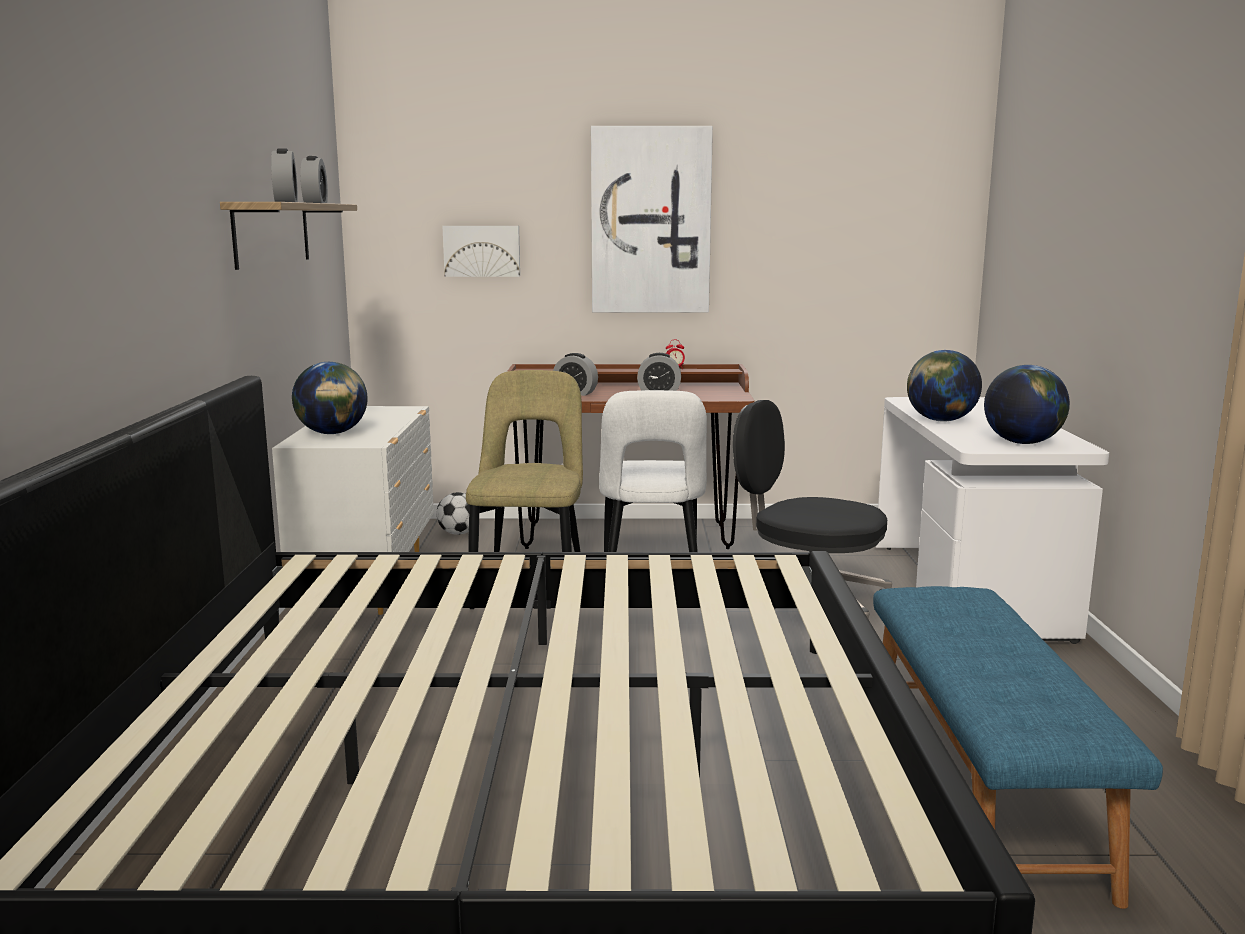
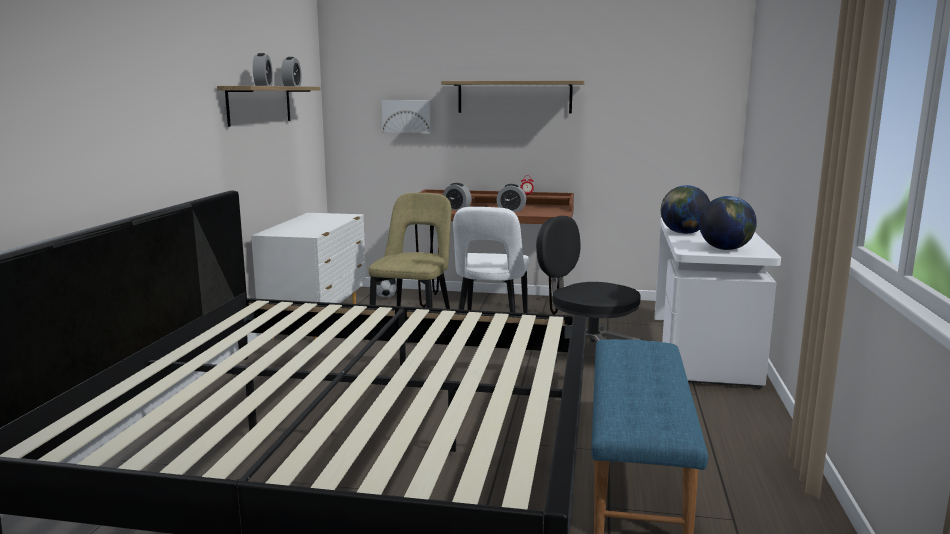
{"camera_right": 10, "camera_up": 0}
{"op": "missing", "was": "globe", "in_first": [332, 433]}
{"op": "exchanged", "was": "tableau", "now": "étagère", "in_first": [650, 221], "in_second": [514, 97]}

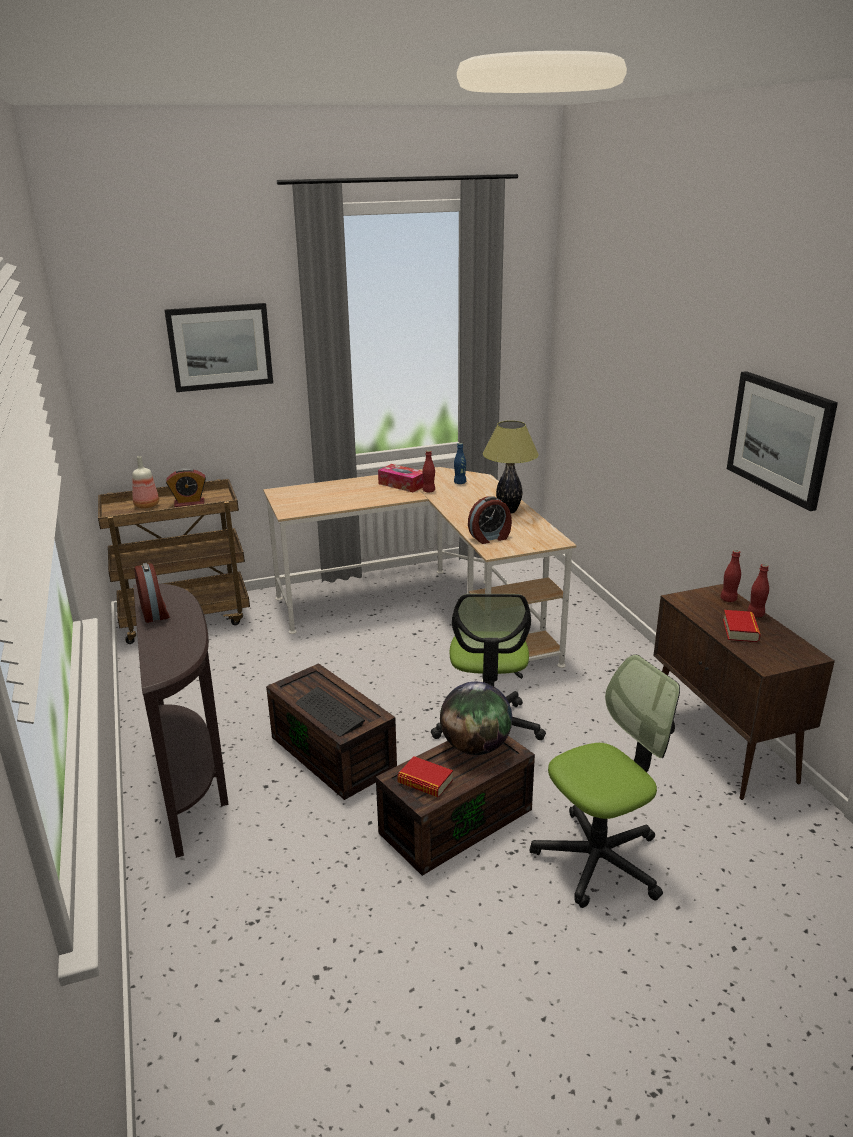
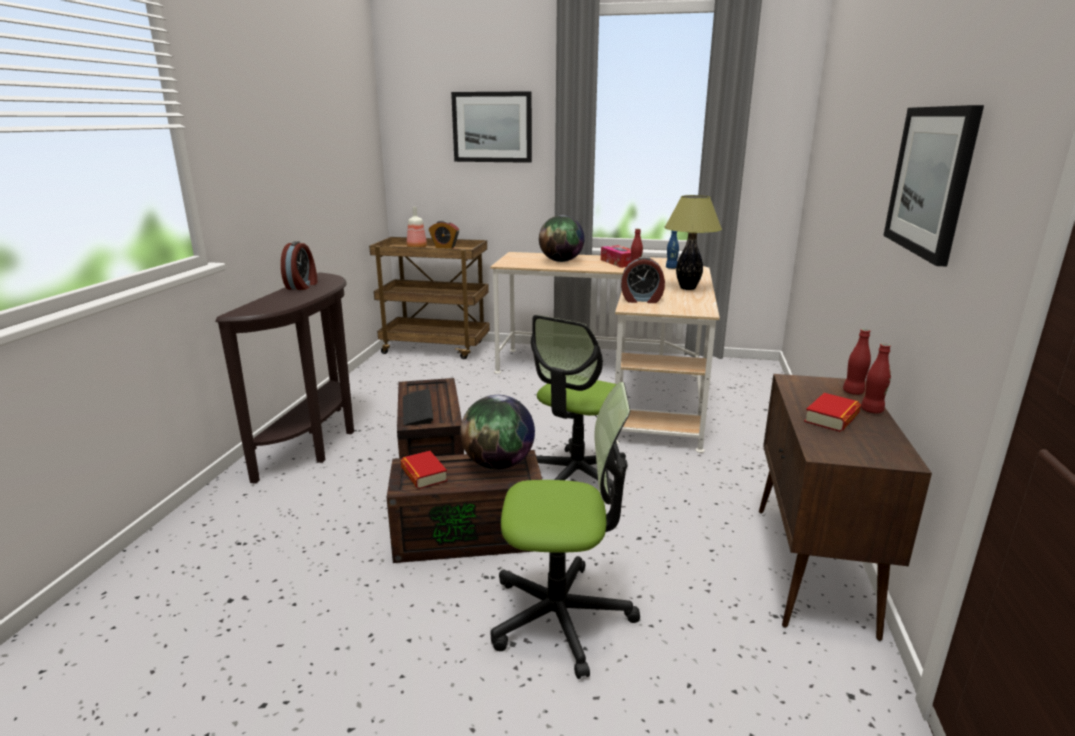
{"camera_right": 30, "camera_up": -5}
{"op": "appeared", "now": "globe", "in_second": [561, 261]}

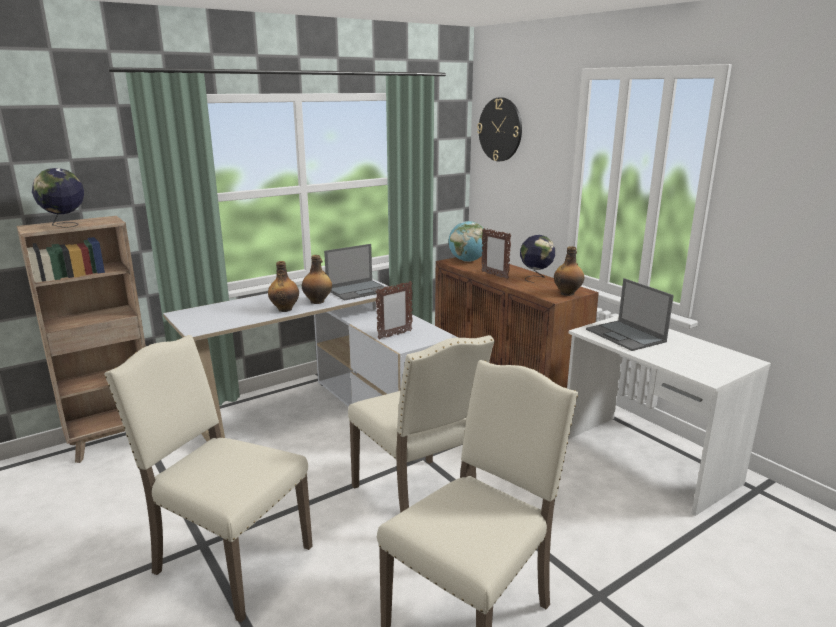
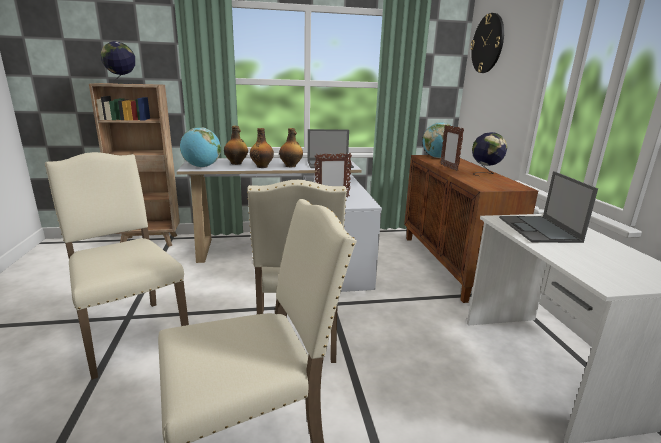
{"camera_right": 25, "camera_up": 0}
{"op": "relocated", "was": "bouteille", "in_first": [568, 293], "in_second": [236, 163]}
{"op": "appeared", "now": "globe", "in_second": [202, 167]}

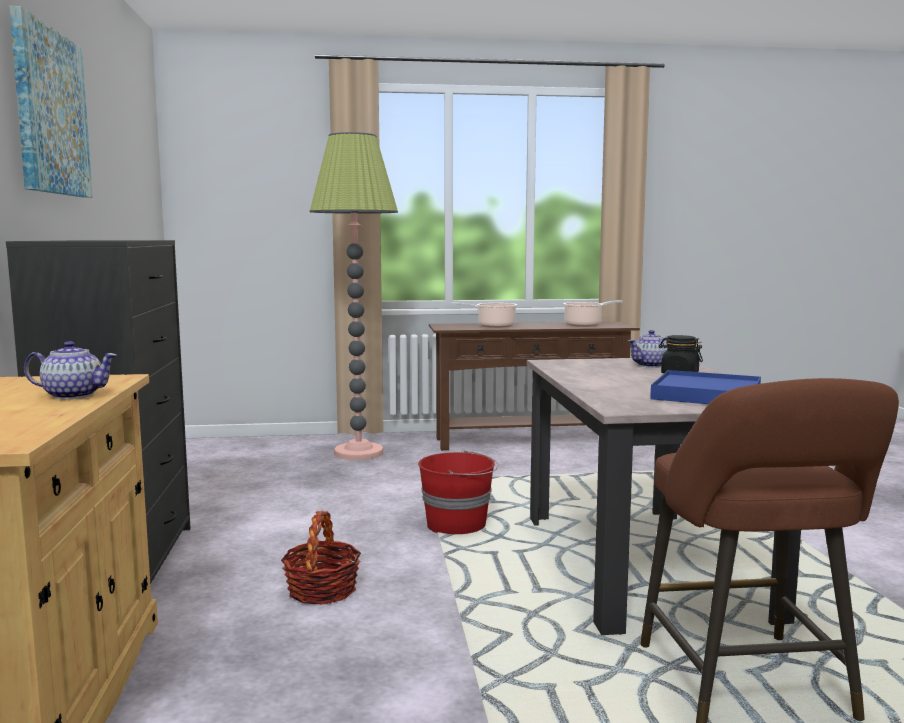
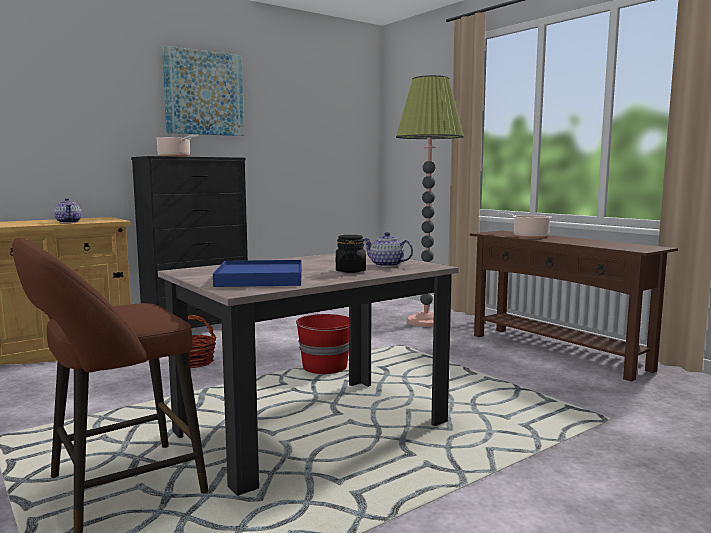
{"camera_right": 60, "camera_up": 0}
{"op": "relocated", "was": "marmite", "in_first": [585, 325], "in_second": [175, 157]}

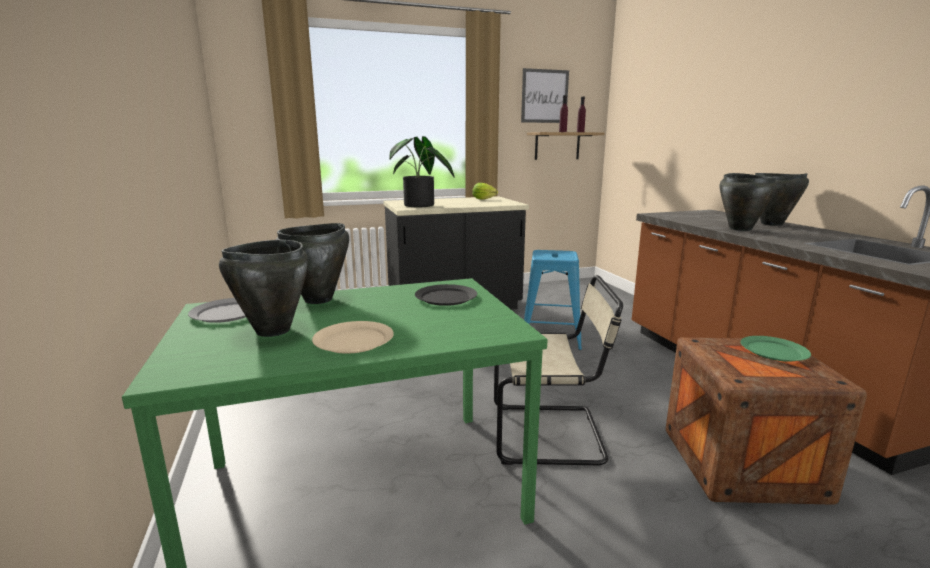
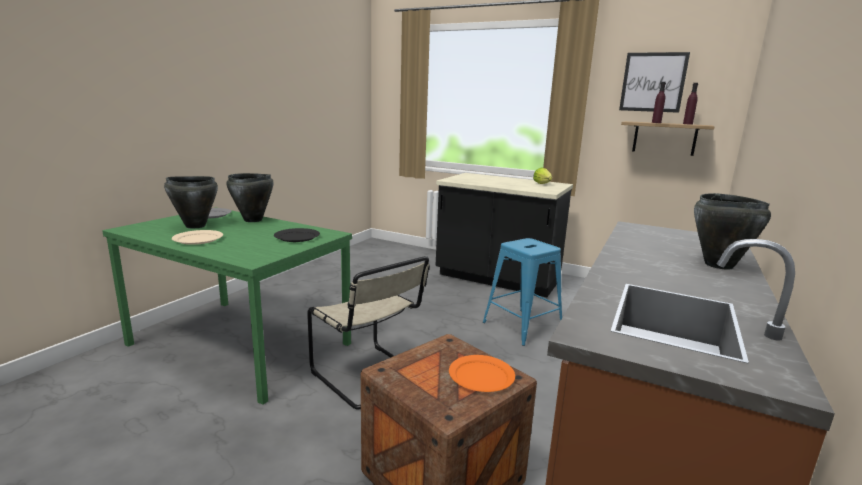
{"camera_right": 45, "camera_up": 0}
{"op": "missing", "was": "plante en pot", "in_first": [420, 206]}
{"op": "missing", "was": "marmite/noir", "in_first": [740, 229]}
{"op": "colour", "was": "assiette/vert", "now": "assiette/orange", "in_first": [773, 351], "in_second": [481, 376]}

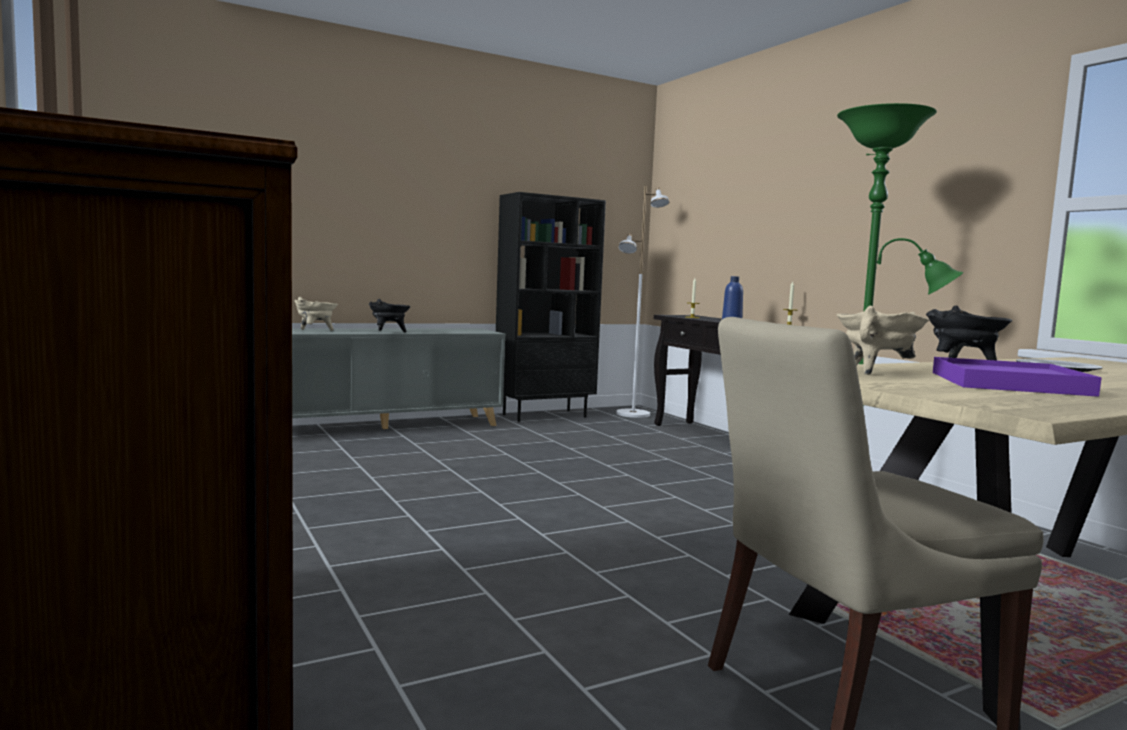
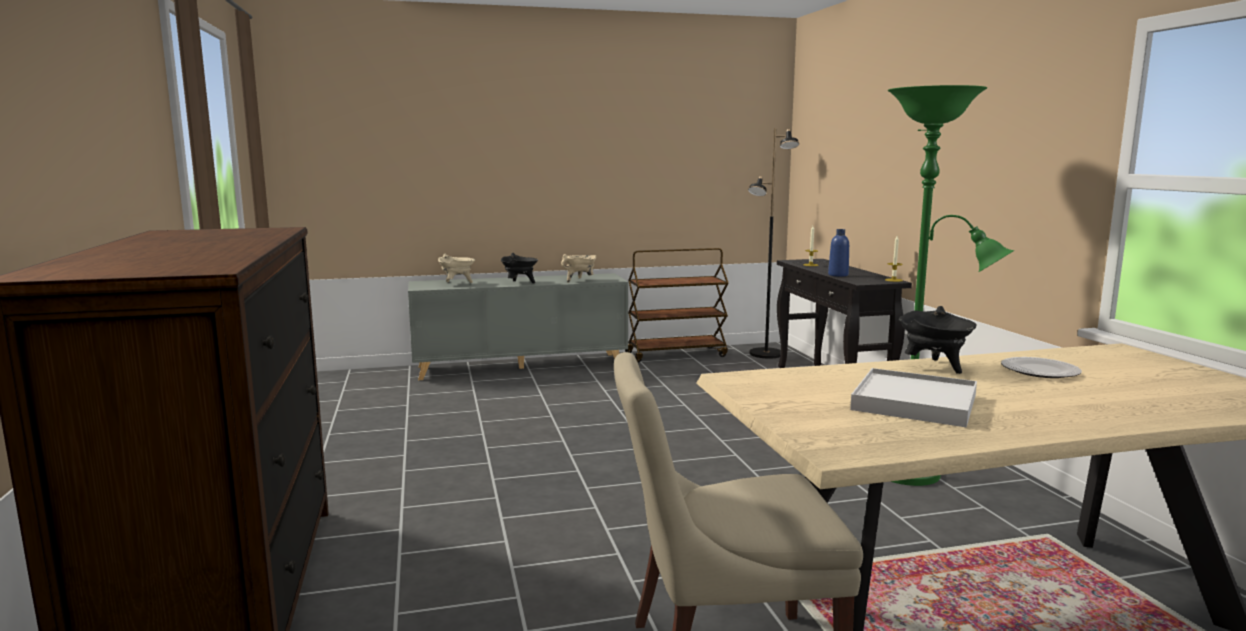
{"camera_right": 15, "camera_up": 5}
{"op": "exchanged", "was": "bibliothèque/noir", "now": "chariot/marron", "in_first": [544, 415], "in_second": [676, 354]}
{"op": "colour", "was": "lampadaire/blanc", "now": "lampadaire/noir", "in_first": [633, 414], "in_second": [766, 354]}
{"op": "relocated", "was": "marmite/beige", "in_first": [875, 371], "in_second": [580, 281]}
{"op": "colour", "was": "plateau/violet", "now": "plateau/blanc", "in_first": [1007, 383], "in_second": [914, 403]}

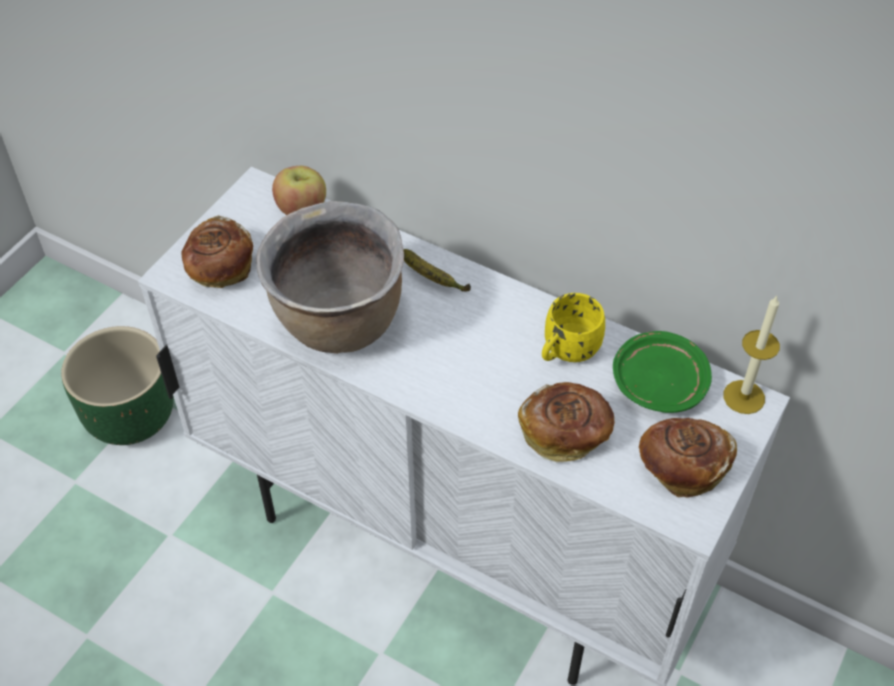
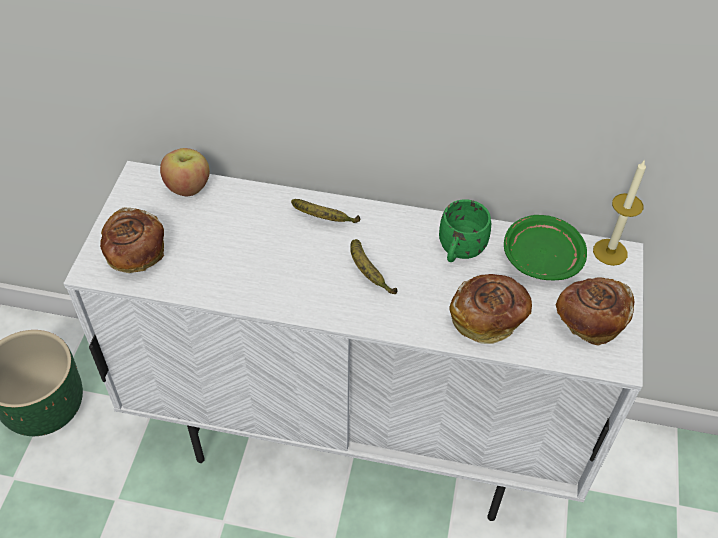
{"camera_right": -20, "camera_up": 0}
{"op": "missing", "was": "marmite/marron", "in_first": [339, 323]}
{"op": "colour", "was": "mug/jaune", "now": "mug/vert", "in_first": [566, 352], "in_second": [459, 251]}
{"op": "appeared", "now": "banane", "in_second": [368, 273]}

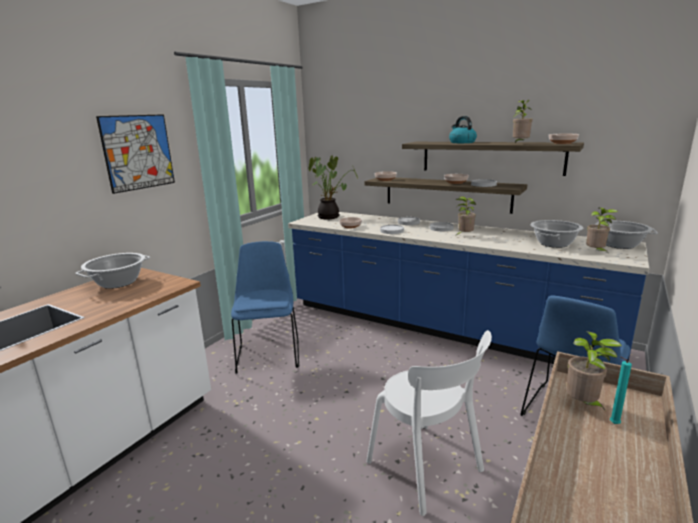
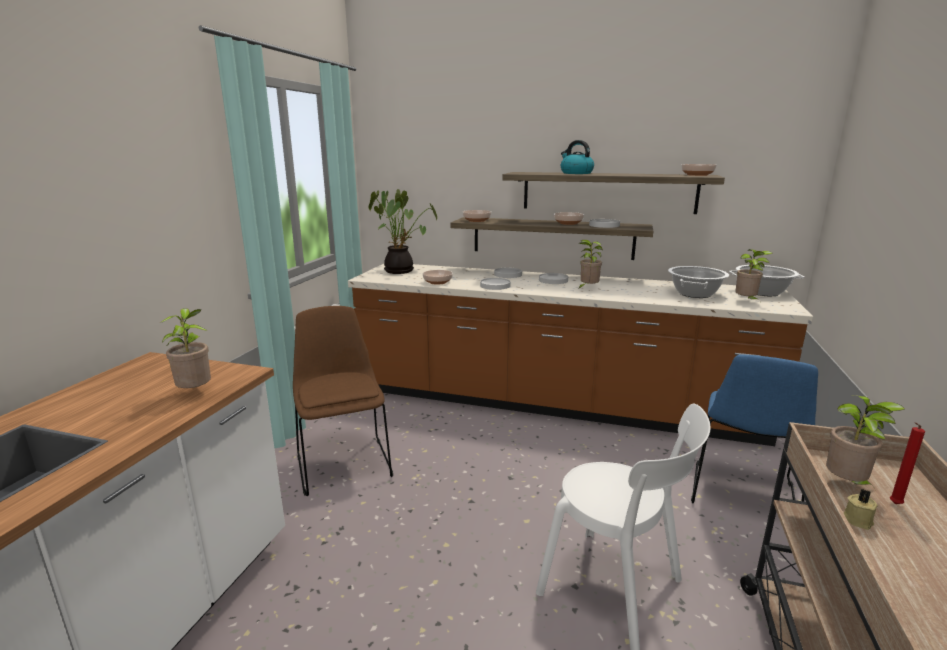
{"camera_right": -15, "camera_up": 0}
{"op": "missing", "was": "marmite", "in_first": [118, 282]}
{"op": "missing", "was": "tableau", "in_first": [138, 152]}
{"op": "colour", "was": "chaise/bleu", "now": "chaise/marron", "in_first": [268, 354], "in_second": [343, 463]}
{"op": "colour", "was": "comptoir de cuisine/bleu", "now": "comptoir de cuisine/marron", "in_first": [440, 327], "in_second": [553, 404]}
{"op": "relocated", "was": "plante en pot", "in_first": [520, 144], "in_second": [196, 392]}
{"op": "colour", "was": "bougie/turquoise", "now": "bougie/rouge", "in_first": [612, 424], "in_second": [894, 504]}
{"op": "appeared", "now": "bougie/beige", "in_second": [857, 519]}

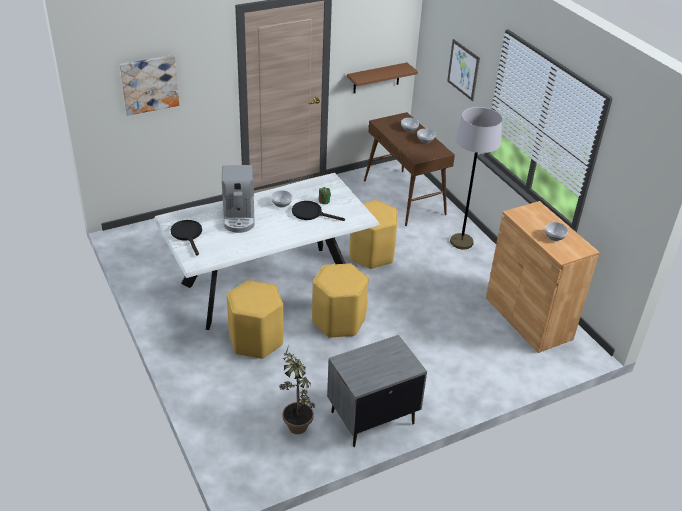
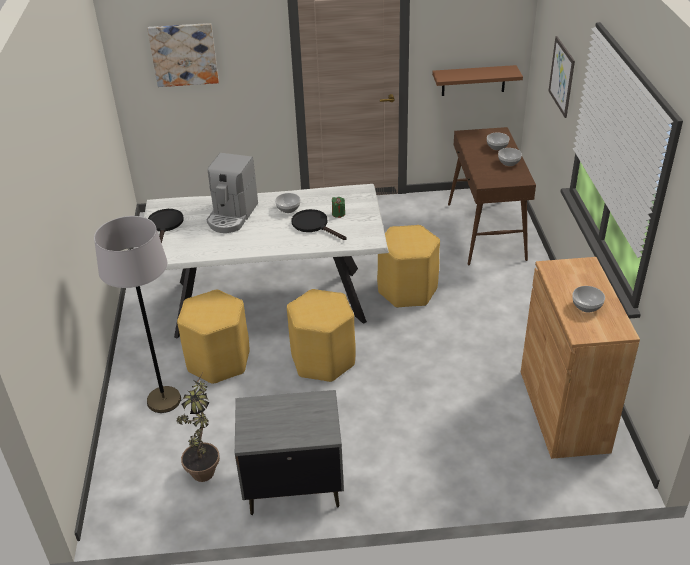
{"camera_right": 25, "camera_up": 0}
{"op": "relocated", "was": "lampadaire/gris", "in_first": [461, 242], "in_second": [164, 400]}

